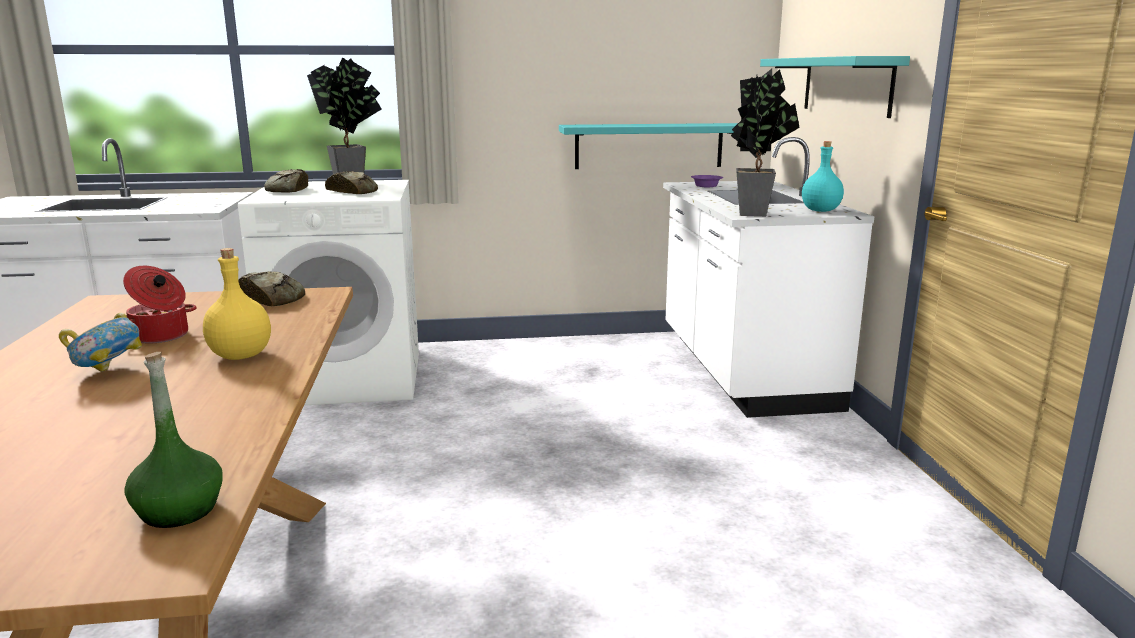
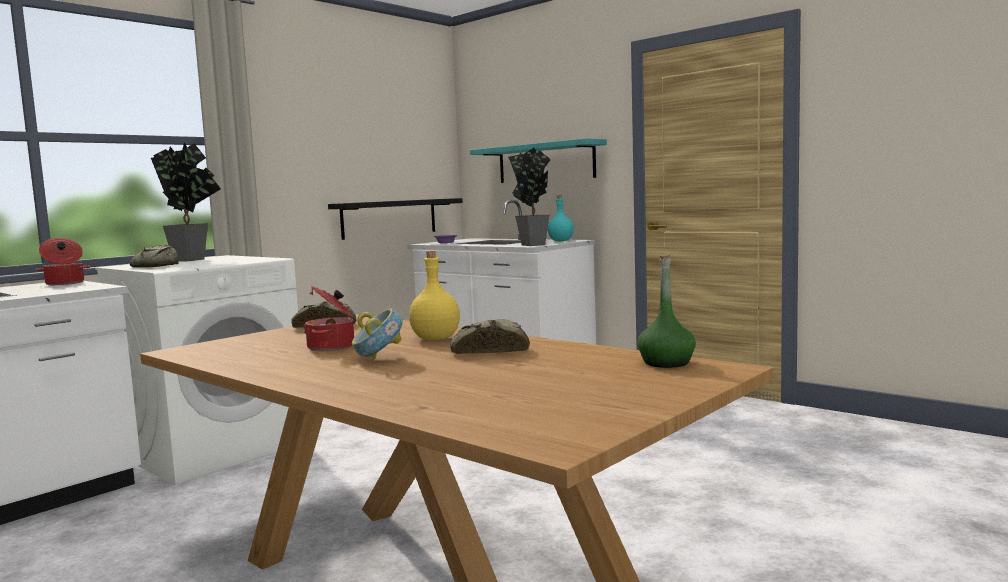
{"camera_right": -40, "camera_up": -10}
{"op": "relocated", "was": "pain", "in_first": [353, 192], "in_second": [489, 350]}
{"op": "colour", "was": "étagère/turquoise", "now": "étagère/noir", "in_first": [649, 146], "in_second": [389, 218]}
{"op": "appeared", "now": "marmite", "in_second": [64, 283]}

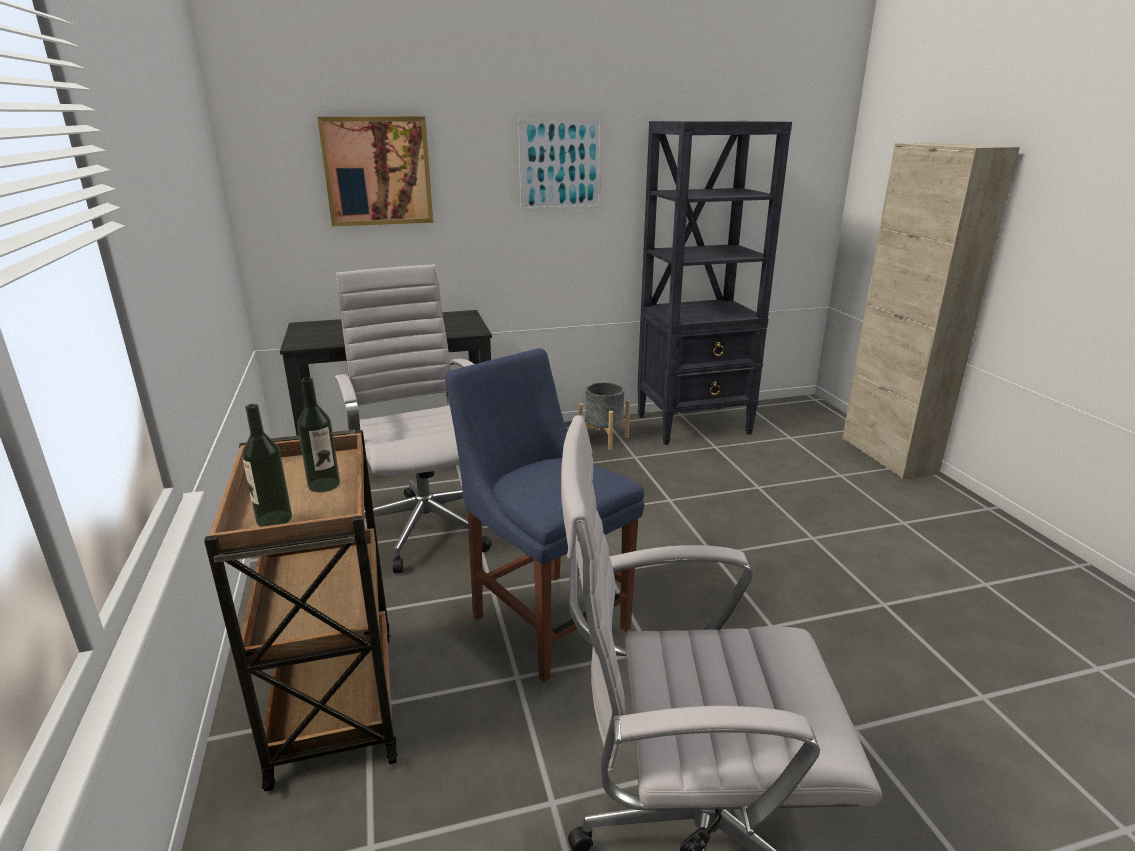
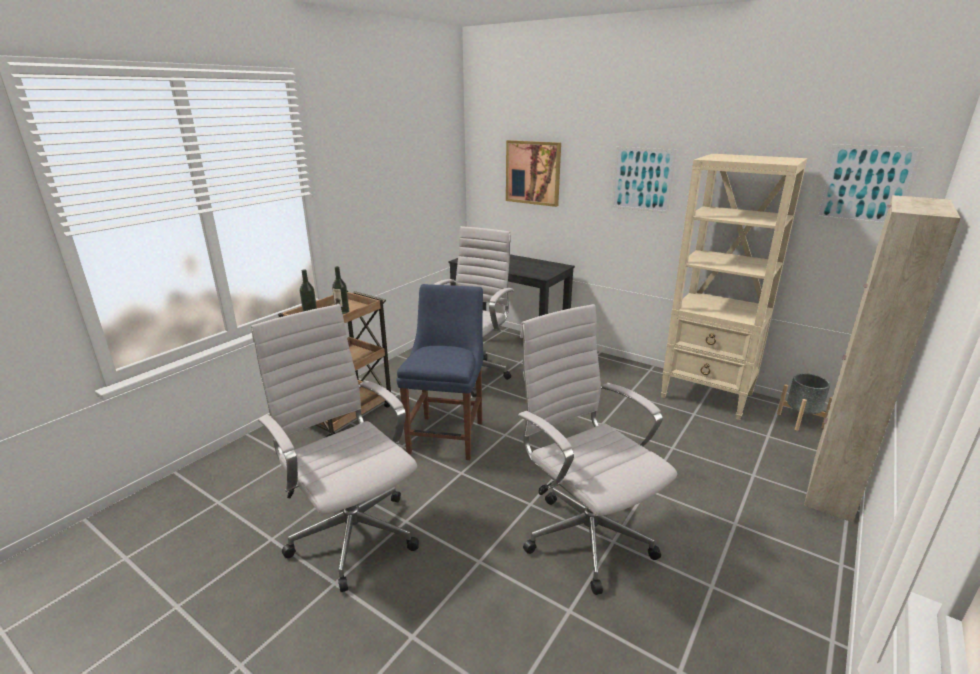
{"camera_right": 50, "camera_up": 0}
{"op": "relocated", "was": "cache-pot/gris", "in_first": [603, 439], "in_second": [800, 420]}
{"op": "colour", "was": "bibliothèque/noir", "now": "bibliothèque/beige", "in_first": [694, 425], "in_second": [707, 396]}
{"op": "appeared", "now": "chaise de bureau/blanc", "in_second": [584, 534]}
{"op": "appeared", "now": "tableau", "in_second": [865, 184]}

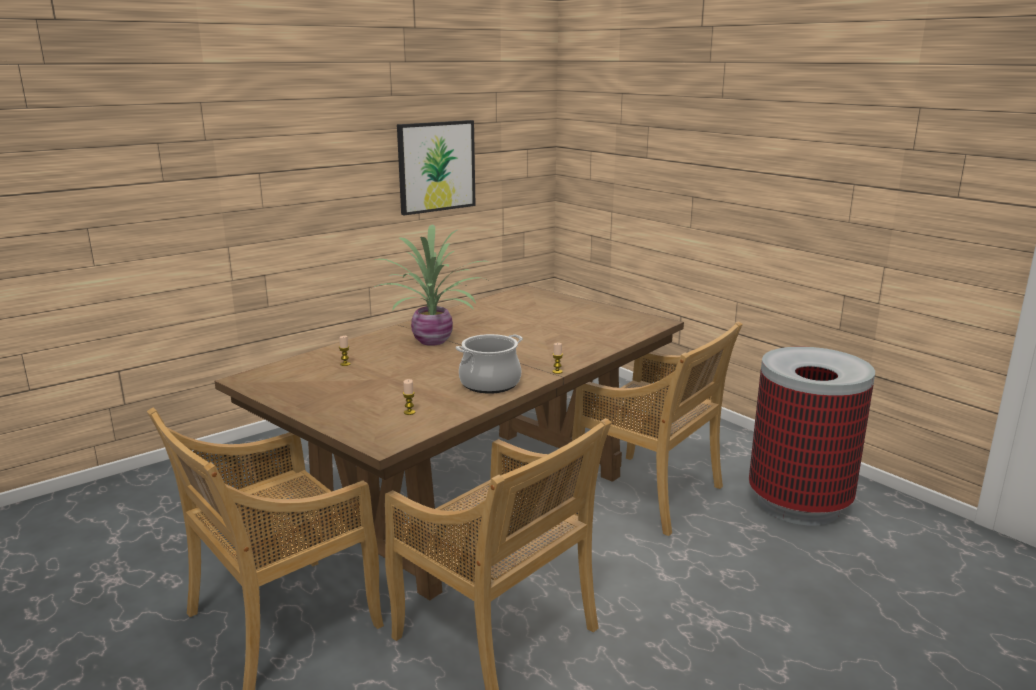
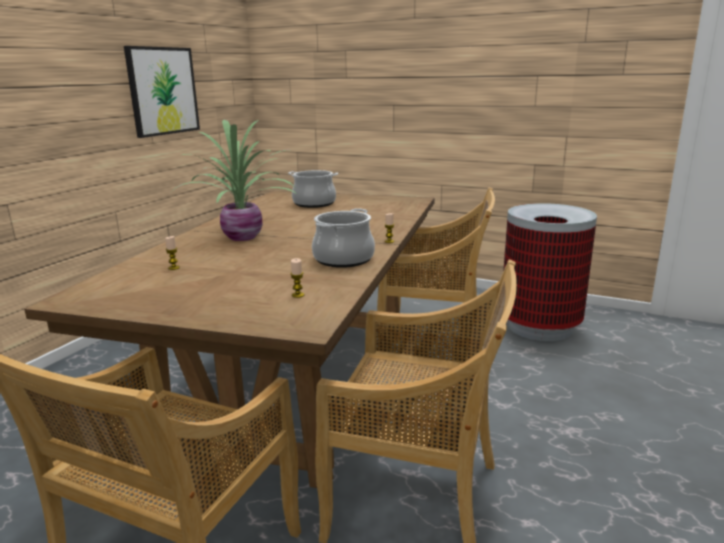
{"camera_right": -25, "camera_up": 0}
{"op": "appeared", "now": "marmite", "in_second": [314, 203]}

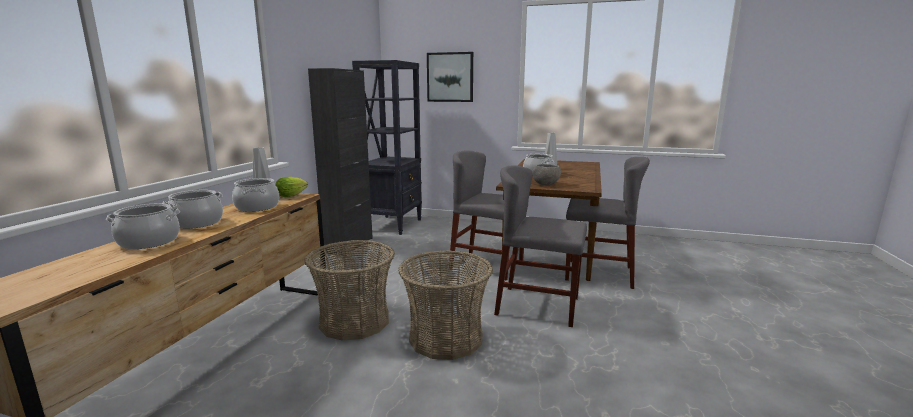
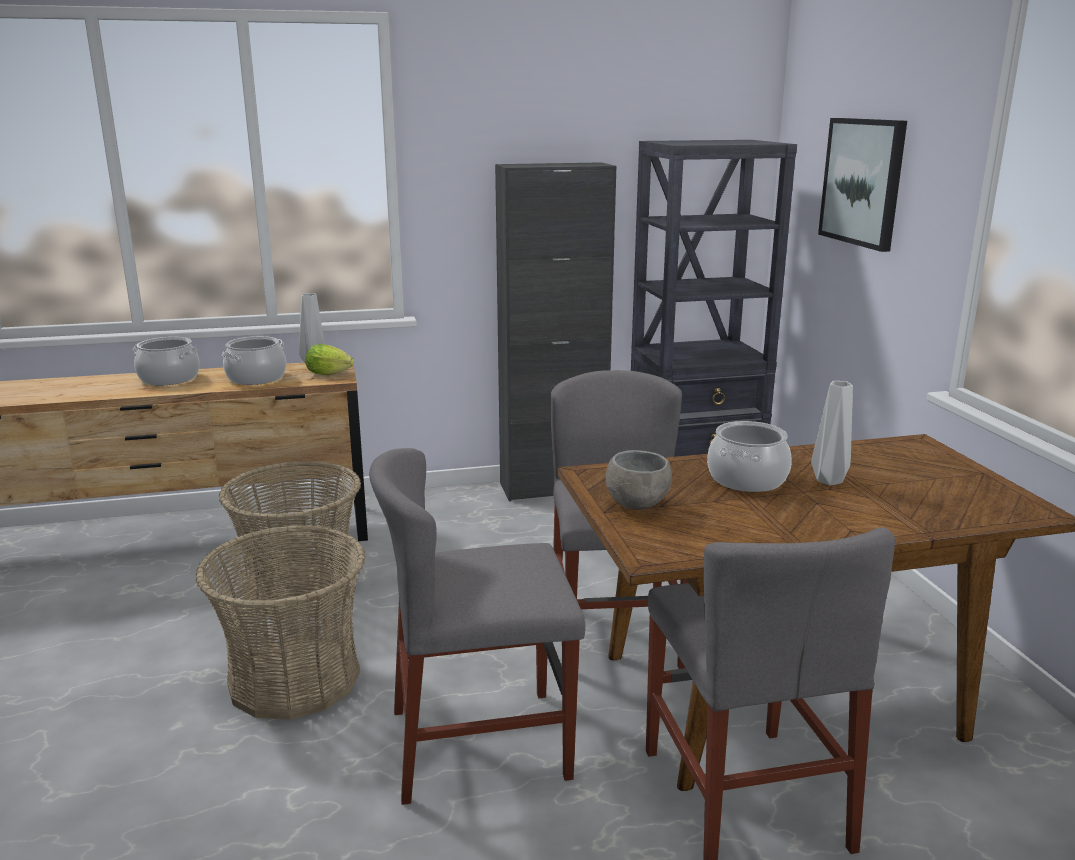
{"camera_right": 60, "camera_up": 5}
{"op": "missing", "was": "marmite", "in_first": [149, 241]}
{"op": "spun", "was": "chaise/gris", "in_first": [538, 306], "in_second": [480, 743], "clockwise": -90}

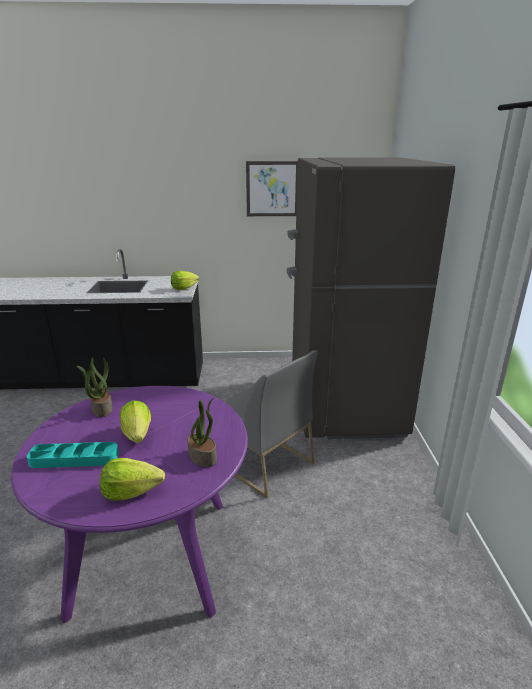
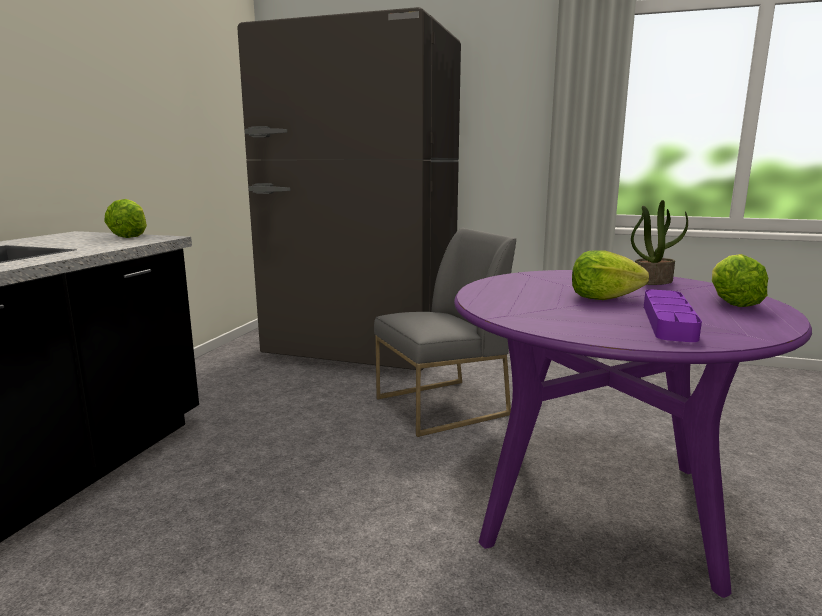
{"camera_right": -70, "camera_up": -10}
{"op": "colour", "was": "plateau/turquoise", "now": "plateau/violet", "in_first": [74, 459], "in_second": [668, 321]}
{"op": "missing", "was": "plante en pot", "in_first": [101, 408]}
{"op": "missing", "was": "tableau", "in_first": [272, 189]}

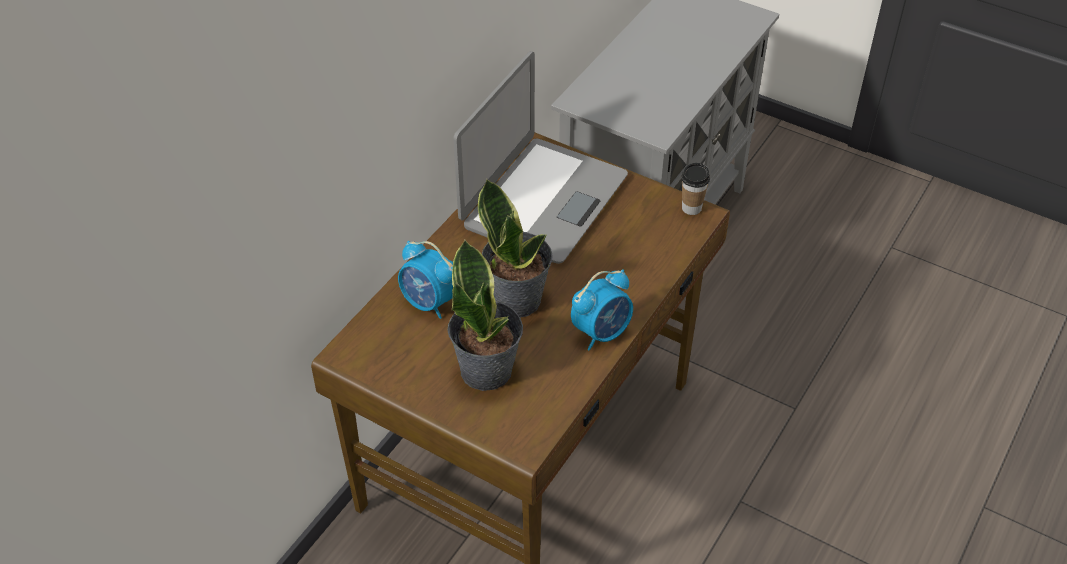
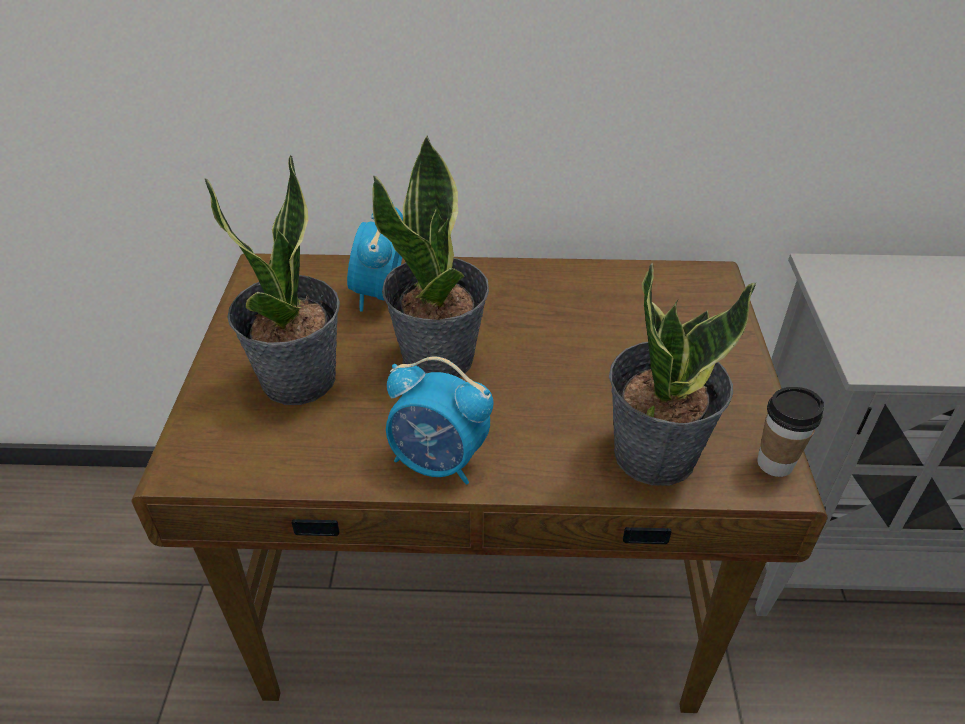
{"camera_right": 60, "camera_up": -5}
{"op": "missing", "was": "ordinateur portable", "in_first": [543, 200]}
{"op": "appeared", "now": "plante en pot", "in_second": [654, 453]}

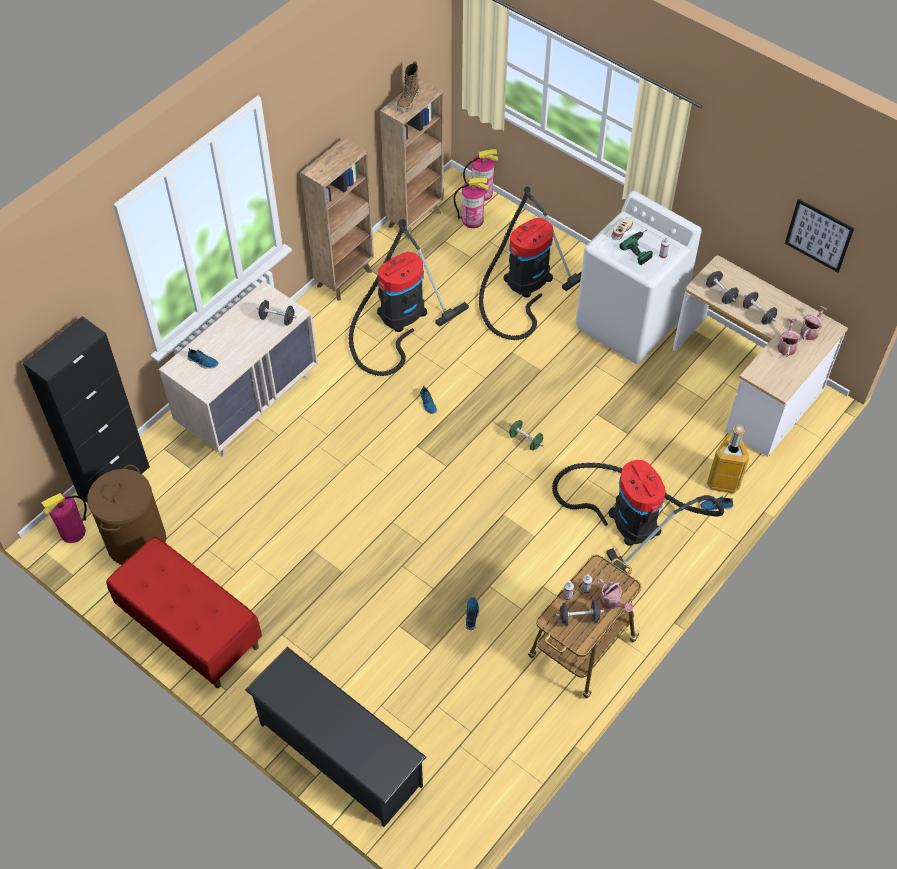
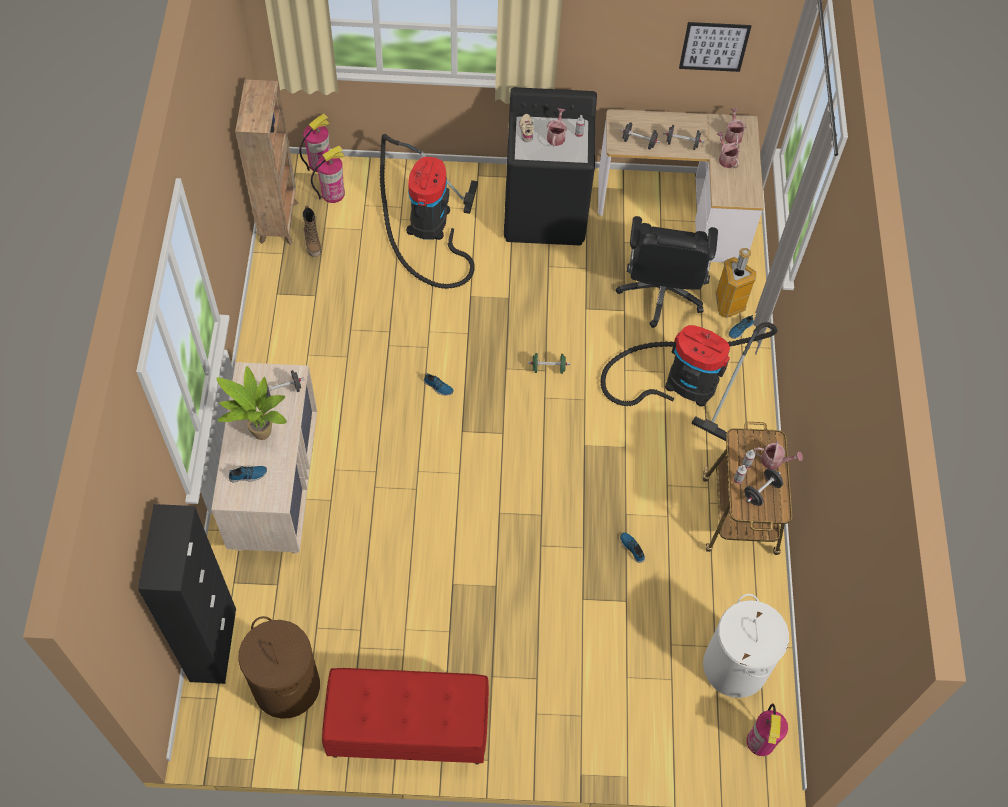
{"camera_right": -40, "camera_up": 5}
{"op": "relocated", "was": "extincteur", "in_first": [73, 532], "in_second": [761, 741]}
{"op": "missing", "was": "étagère à chaussures/noir", "in_first": [339, 754]}
{"op": "missing", "was": "bibliothèque/marron", "in_first": [345, 278]}
{"op": "missing", "was": "aspirateur", "in_first": [398, 317]}
{"op": "relocated", "was": "botte", "in_first": [408, 102], "in_second": [312, 243]}
{"op": "colour", "was": "lave-linge/blanc", "now": "lave-linge/noir", "in_first": [629, 323], "in_second": [545, 212]}
{"op": "exchanged", "was": "perceuse", "now": "arrosoir", "in_first": [642, 247], "in_second": [556, 136]}
{"op": "appeared", "now": "plante en pot", "in_second": [260, 435]}
{"op": "appeared", "now": "chaise de bureau/noir", "in_second": [661, 293]}
{"op": "appeared", "now": "panier à linge/blanc", "in_second": [735, 666]}

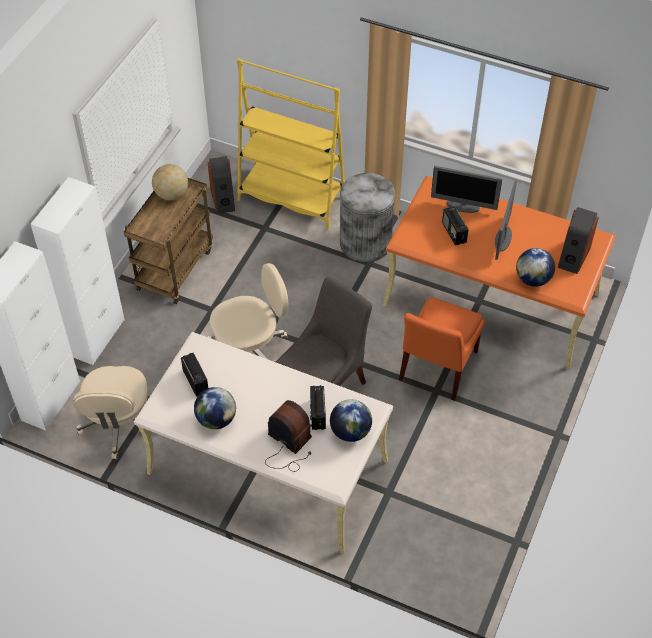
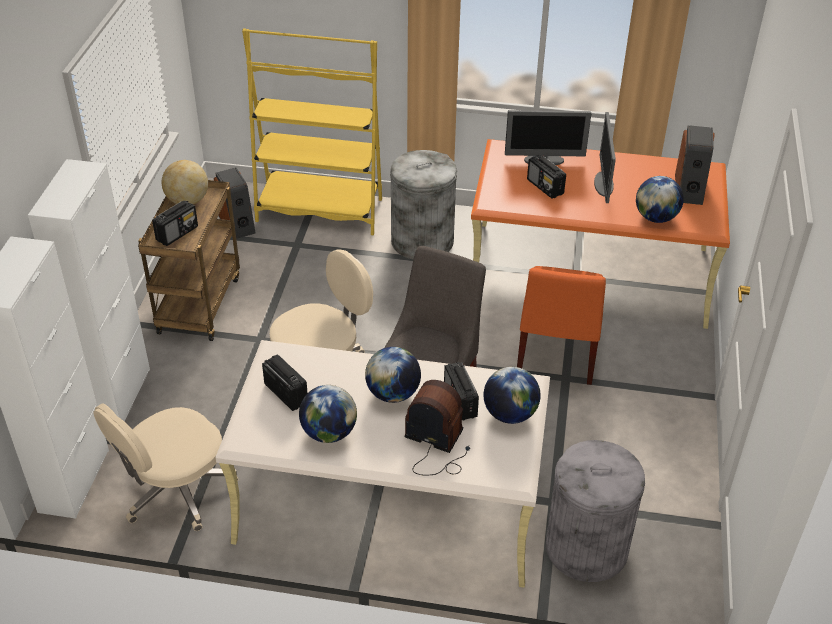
{"camera_right": -15, "camera_up": -10}
{"op": "spun", "was": "chaise de bureau/beige", "in_first": [119, 424], "in_second": [176, 491], "clockwise": 60}
{"op": "appeared", "now": "radio", "in_second": [177, 233]}
{"op": "appeared", "now": "globe", "in_second": [393, 393]}
{"op": "appeared", "now": "poubelle/gris", "in_second": [586, 547]}

